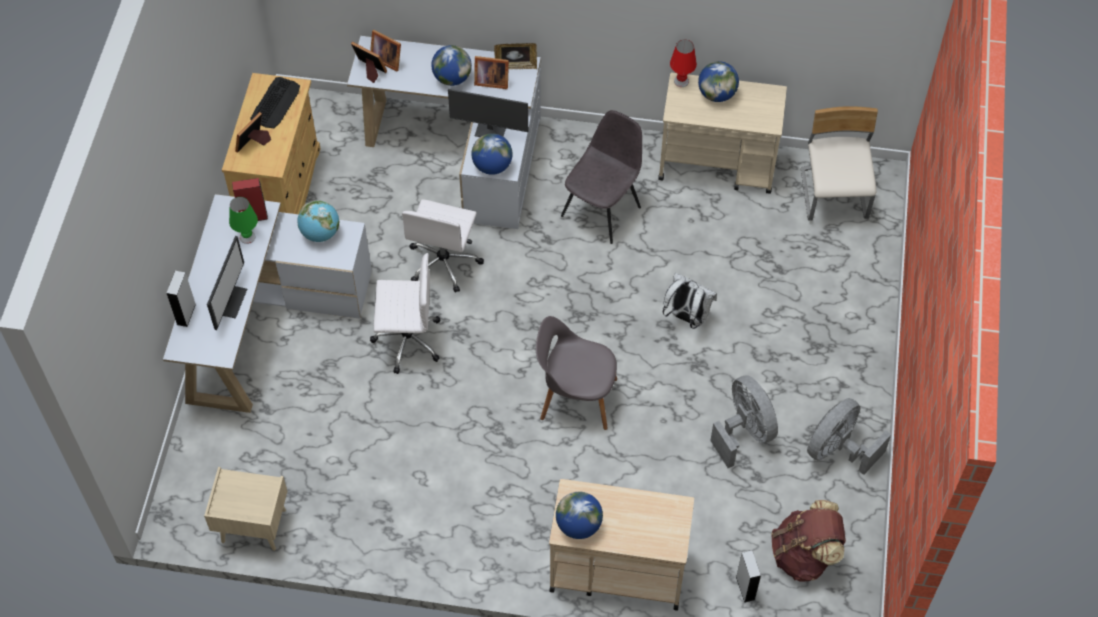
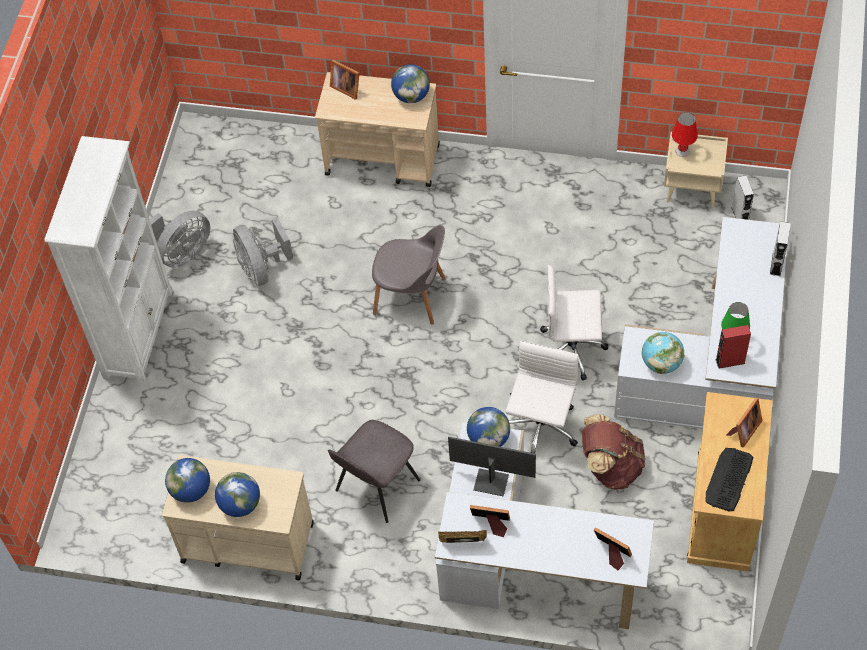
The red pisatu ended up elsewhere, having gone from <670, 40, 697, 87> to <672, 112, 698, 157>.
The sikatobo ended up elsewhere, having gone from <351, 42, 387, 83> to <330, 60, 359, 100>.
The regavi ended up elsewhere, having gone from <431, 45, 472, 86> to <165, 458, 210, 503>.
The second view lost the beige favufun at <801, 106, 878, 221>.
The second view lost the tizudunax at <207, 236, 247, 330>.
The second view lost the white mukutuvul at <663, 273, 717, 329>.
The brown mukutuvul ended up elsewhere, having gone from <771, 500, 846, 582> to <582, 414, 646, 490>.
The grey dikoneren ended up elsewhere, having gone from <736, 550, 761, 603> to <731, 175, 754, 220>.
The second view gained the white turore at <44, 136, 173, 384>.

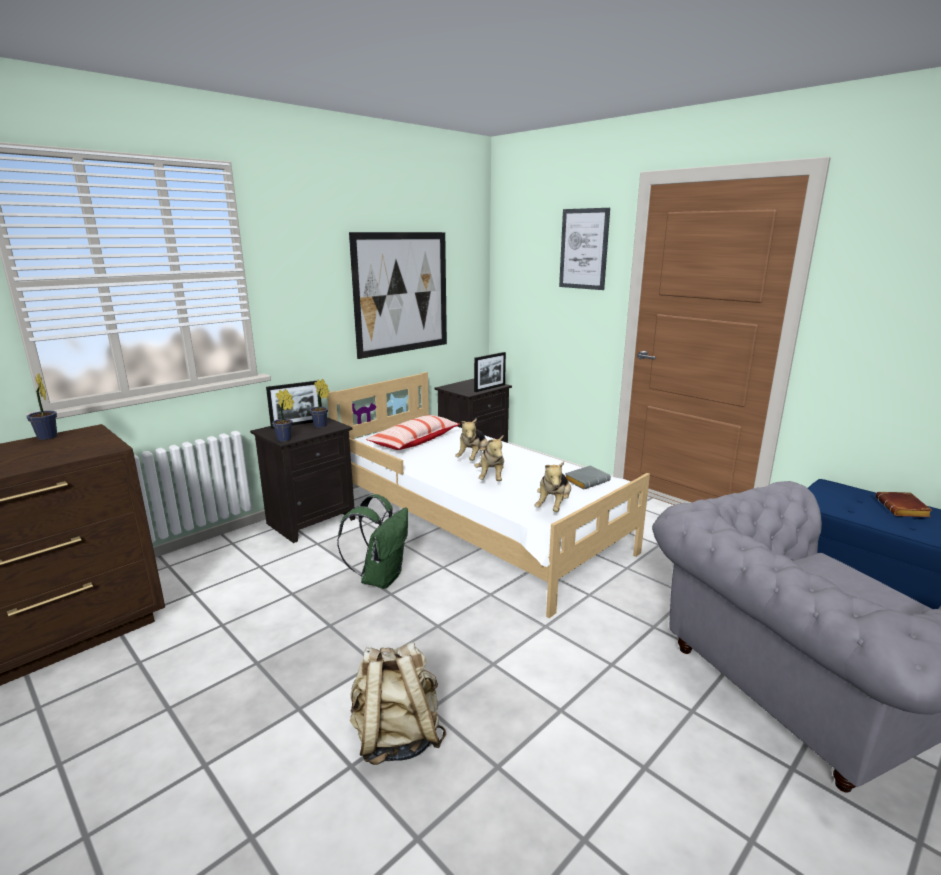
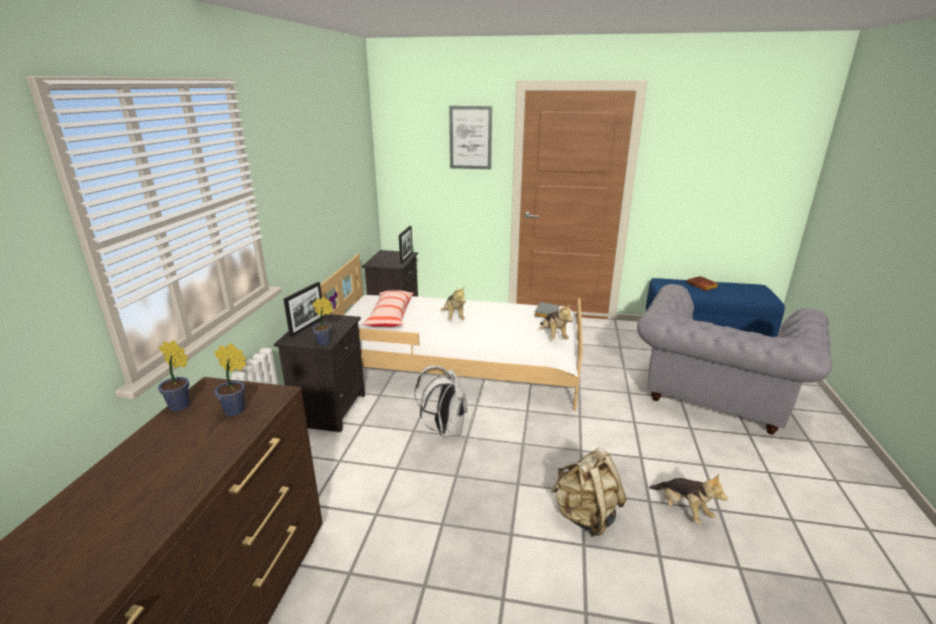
The second view lost the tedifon at <349, 232, 447, 359>.
The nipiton ended up elsewhere, having gone from <310, 379, 329, 428> to <214, 343, 247, 416>.
The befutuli ended up elsewhere, having gone from <474, 435, 504, 481> to <649, 474, 728, 524>.
What was the green mukutuvul at <337, 494, 408, 589> turned into the white mukutuvul at <414, 365, 468, 438>.

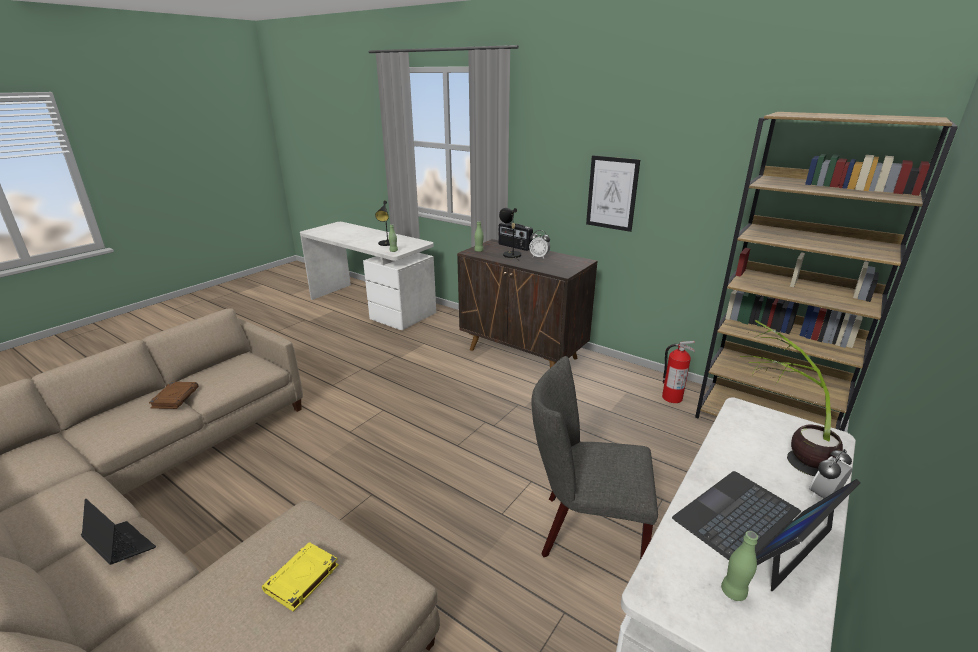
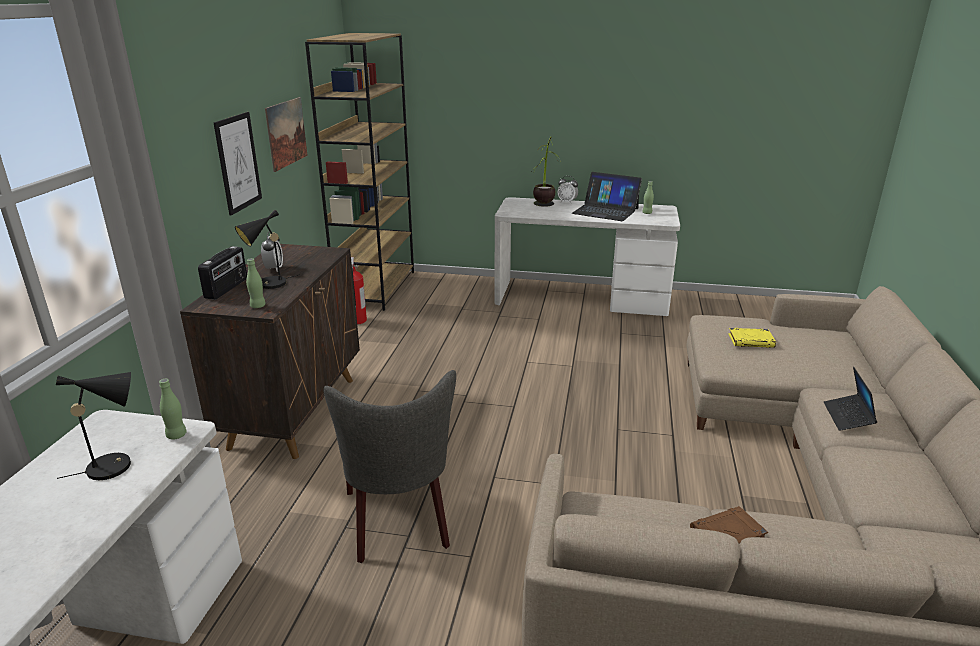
The grey favufun ended up elsewhere, having gone from <531, 356, 658, 560> to <324, 370, 456, 563>.
The second view gained the tedifon at <265, 97, 308, 172>.

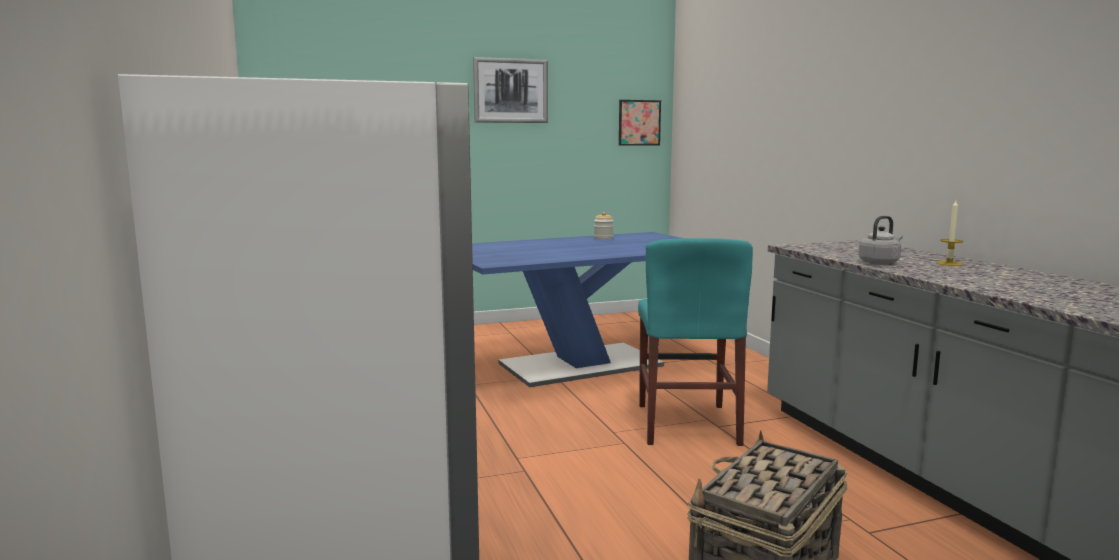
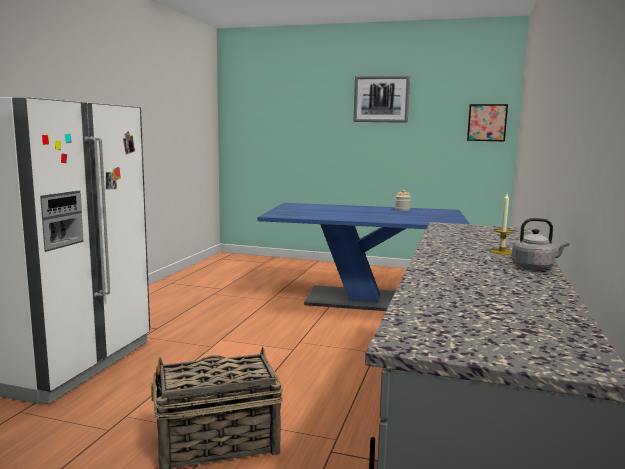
The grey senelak ended up elsewhere, having gone from <858, 216, 903, 265> to <511, 218, 569, 270>.
The second view lost the turquoise favufun at <638, 238, 753, 446>.

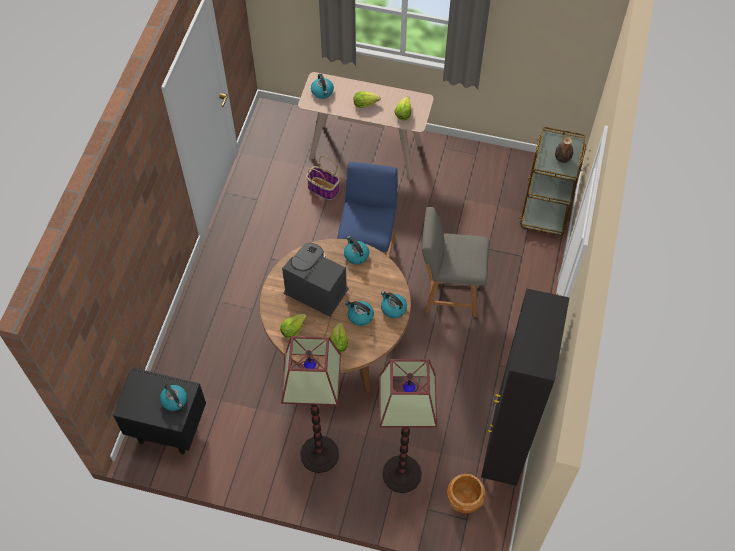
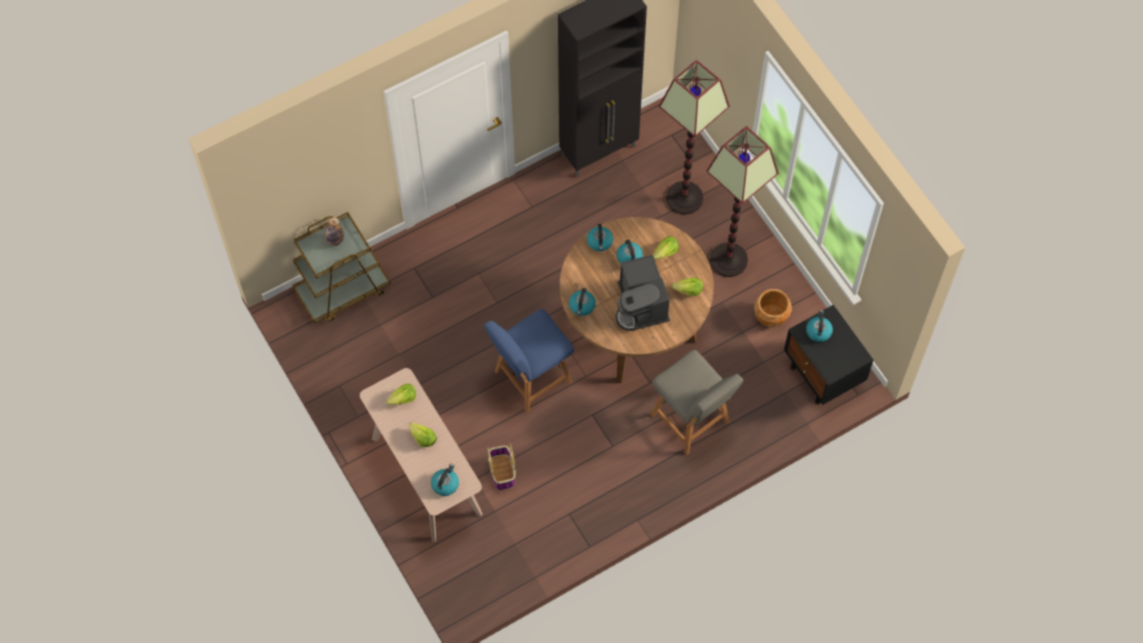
The grey favufun ended up elsewhere, having gone from <422, 207, 490, 317> to <650, 350, 743, 455>.
The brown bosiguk ended up elsewhere, having gone from <447, 474, 485, 513> to <754, 289, 792, 327>.

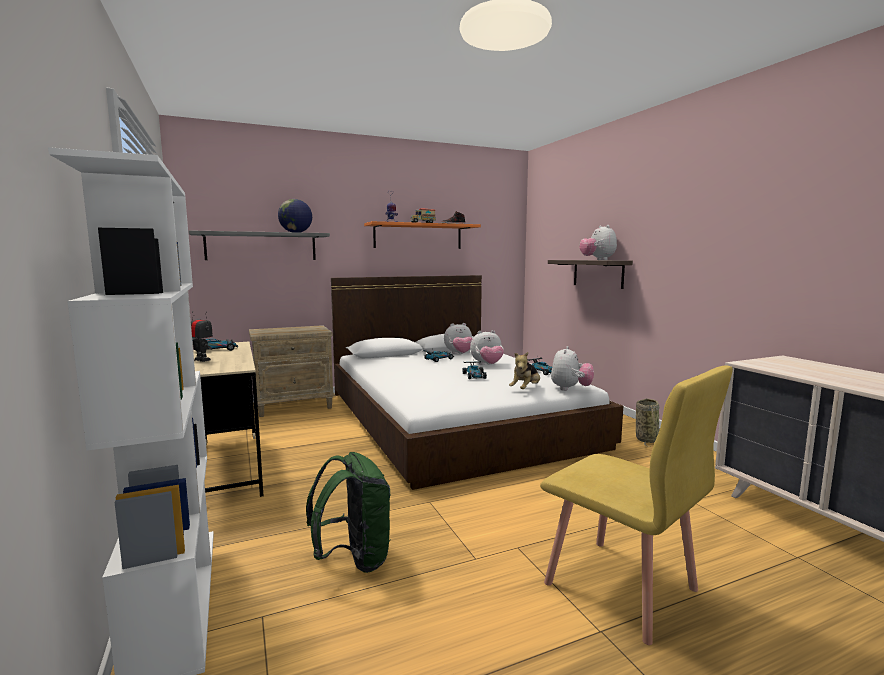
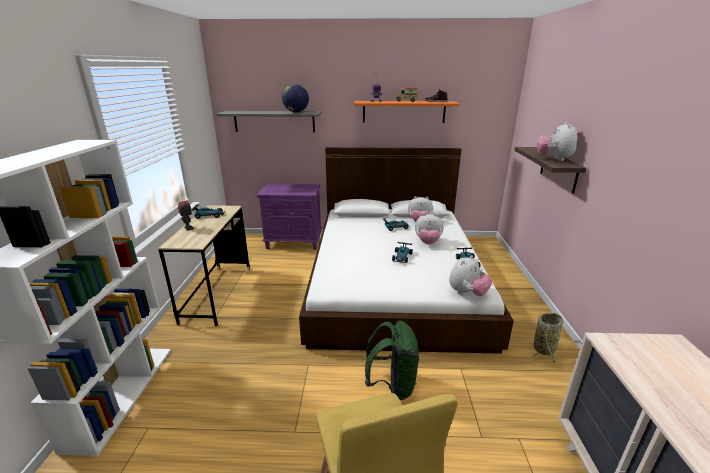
What was the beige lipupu at <249, 325, 336, 417> turned into the purple lipupu at <257, 184, 322, 250>.
The second view lost the befutuli at <509, 352, 540, 389>.
The green mukutuvul ended up elsewhere, having gone from <306, 452, 391, 573> to <365, 321, 419, 400>.

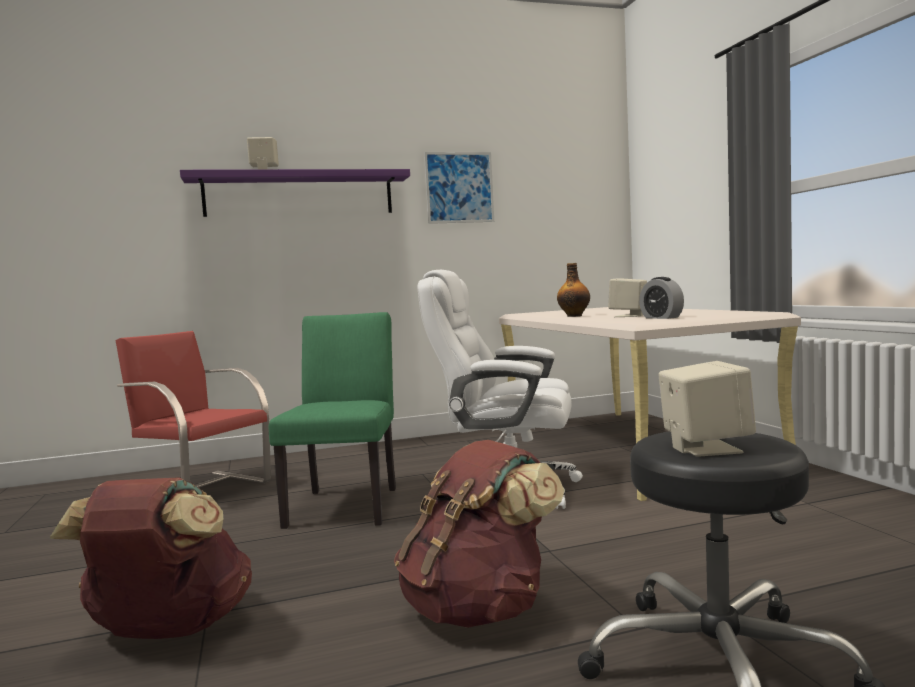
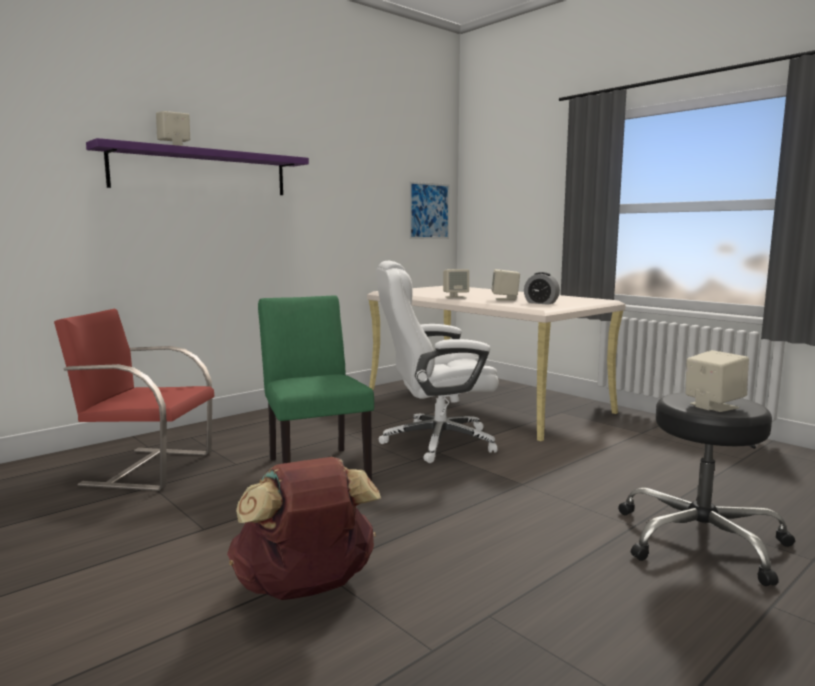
The tedifon ended up elsewhere, having gone from <424, 152, 494, 224> to <409, 182, 450, 239>.
Where the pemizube stood at <557, 263, 590, 317>, the beige dikoneren came to stand at <443, 269, 469, 299>.
The second view lost the brown mukutuvul at <394, 440, 565, 628>.

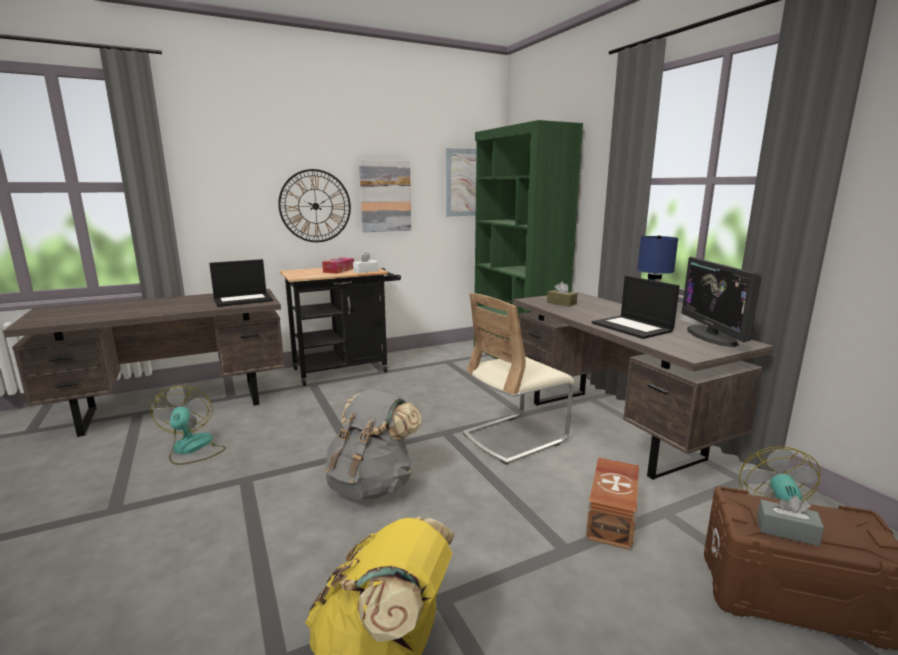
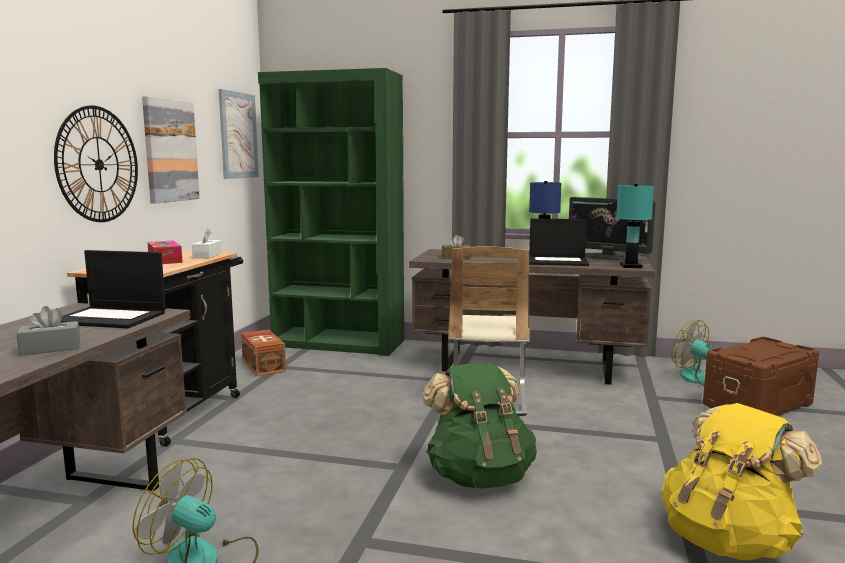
The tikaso at <209, 259, 273, 307> ended up facing another way, 90 degrees clockwise from before.
What was the grey mukutuvul at <324, 389, 421, 500> turned into the green mukutuvul at <422, 362, 537, 489>.
The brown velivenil ended up elsewhere, having gone from <586, 458, 639, 550> to <241, 330, 286, 376>.
The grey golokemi ended up elsewhere, having gone from <757, 495, 824, 546> to <17, 306, 80, 356>.
The second view gained the turquoise pisatu at <616, 184, 654, 268>.

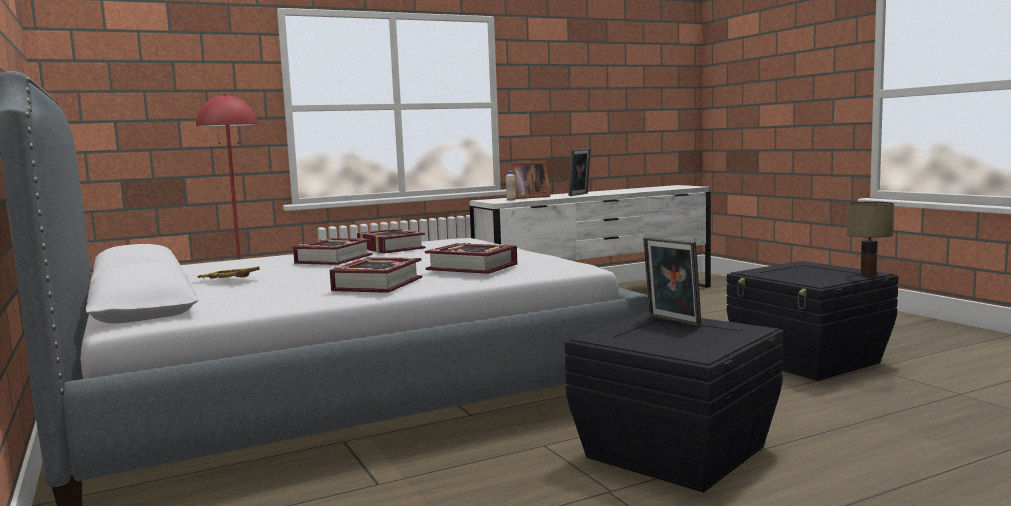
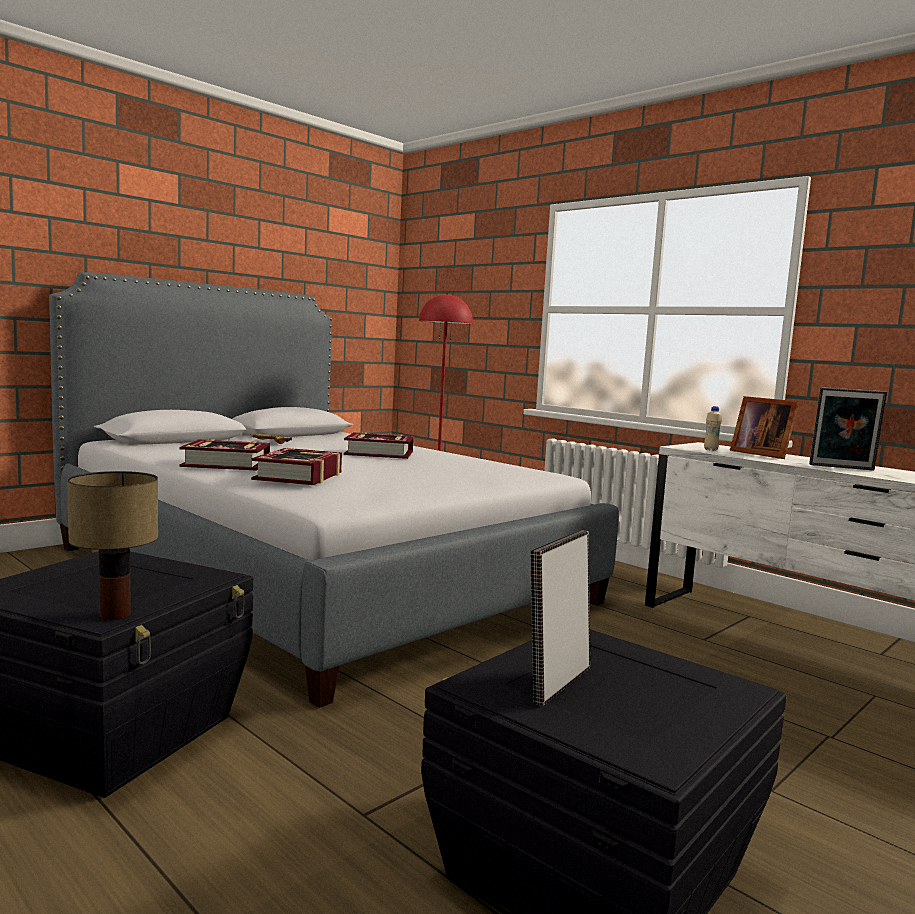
The pisatu ended up elsewhere, having gone from <847, 202, 894, 277> to <67, 471, 158, 620>.
The second view lost the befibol at <357, 228, 426, 253>.
The sikatobo ended up elsewhere, having gone from <643, 237, 702, 326> to <530, 530, 590, 706>.

